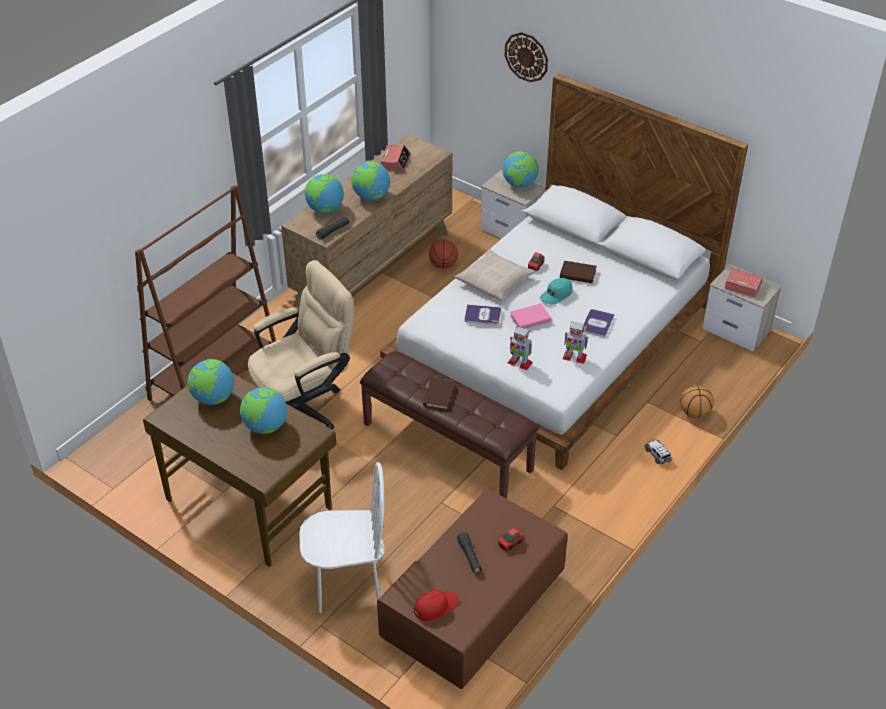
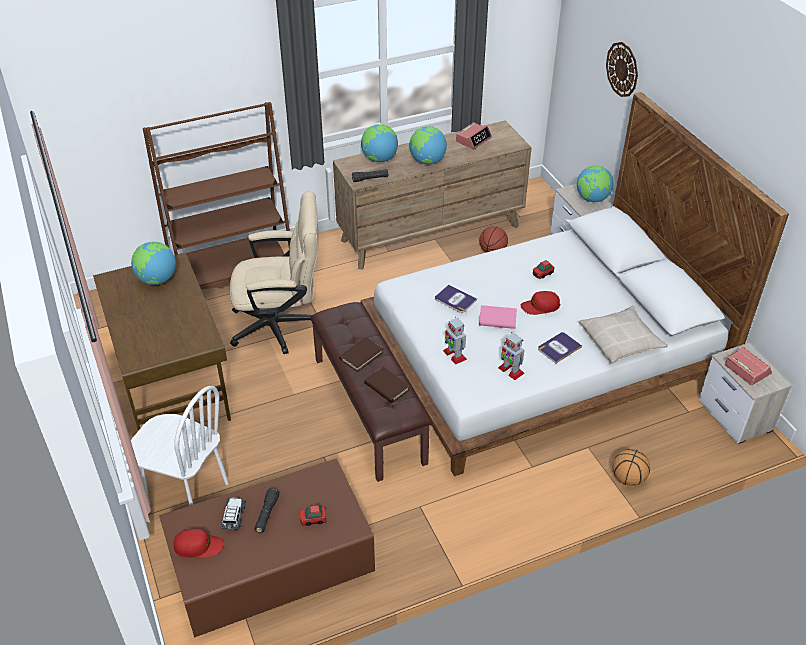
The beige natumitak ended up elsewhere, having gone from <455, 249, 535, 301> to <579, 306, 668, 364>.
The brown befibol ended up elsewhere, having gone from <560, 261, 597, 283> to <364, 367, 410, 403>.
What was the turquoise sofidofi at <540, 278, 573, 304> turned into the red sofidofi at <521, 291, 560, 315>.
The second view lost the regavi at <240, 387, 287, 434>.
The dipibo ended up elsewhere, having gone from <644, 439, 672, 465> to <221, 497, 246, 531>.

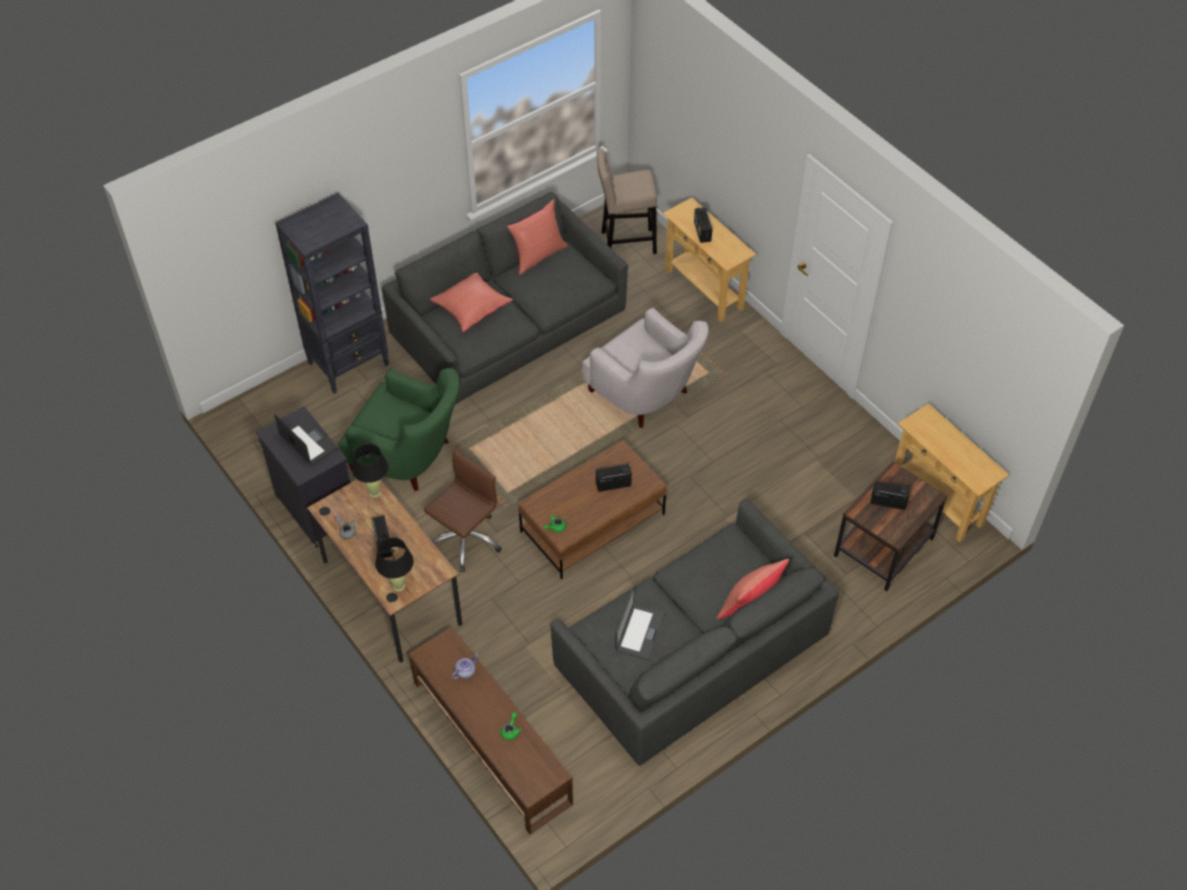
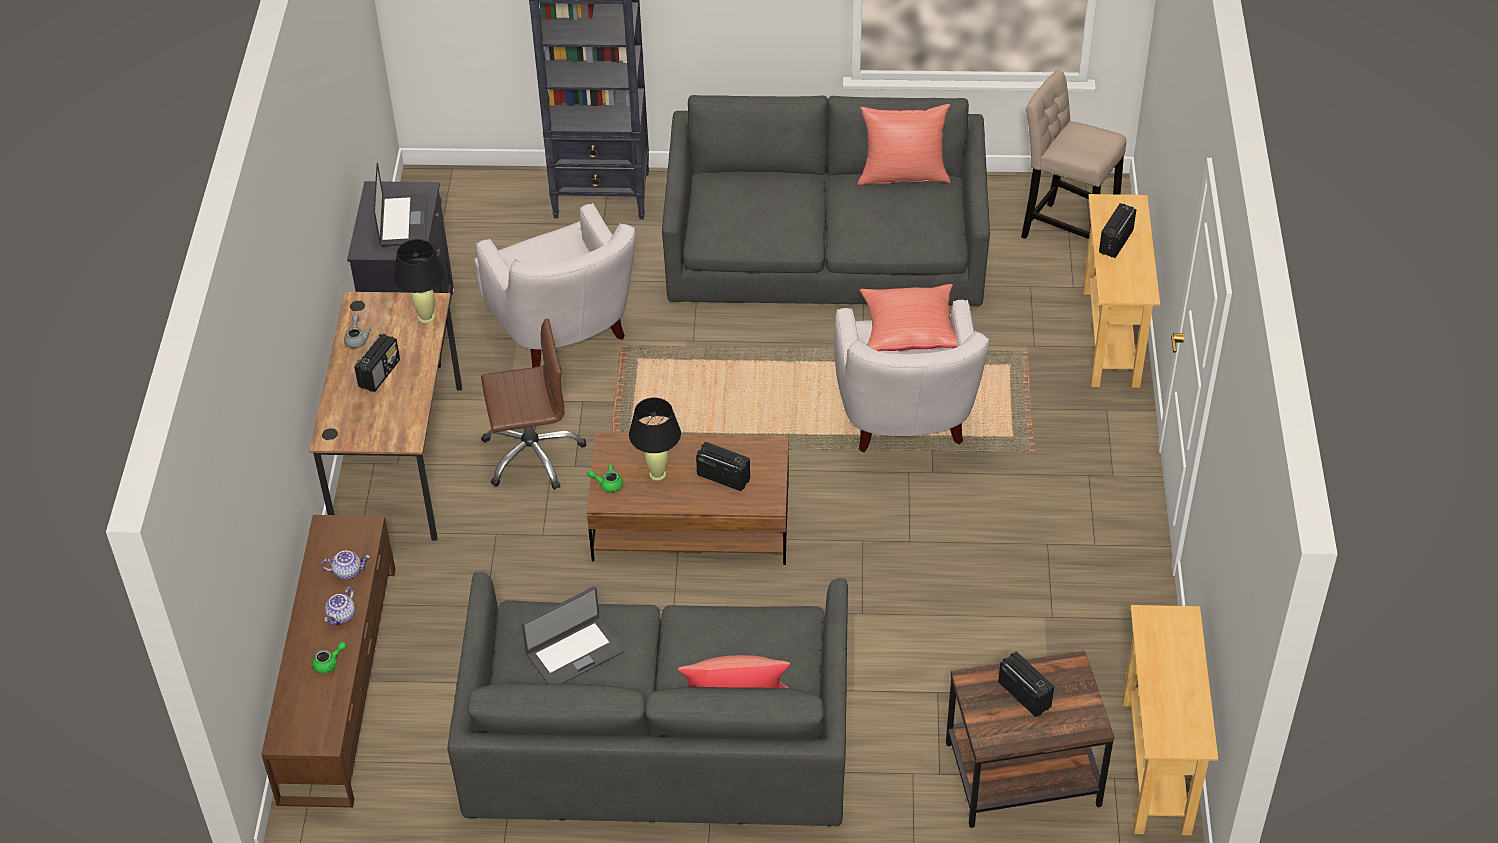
The red natumitak ended up elsewhere, having gone from <430, 273, 513, 332> to <860, 284, 958, 351>.
What was the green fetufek at <338, 368, 460, 491> turned into the white fetufek at <474, 203, 636, 368>.
The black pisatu ended up elsewhere, having gone from <375, 537, 414, 592> to <629, 398, 681, 481>.
The second view gained the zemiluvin at <324, 587, 355, 626>.

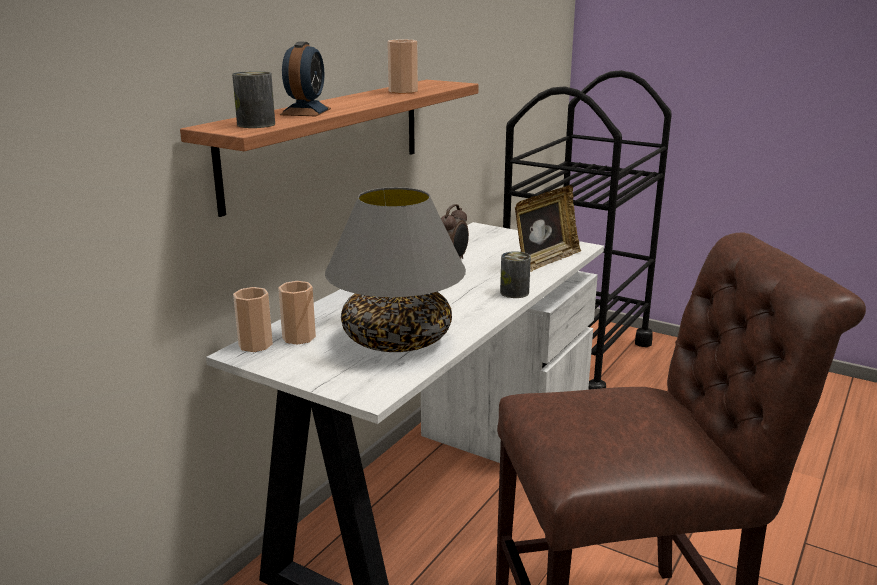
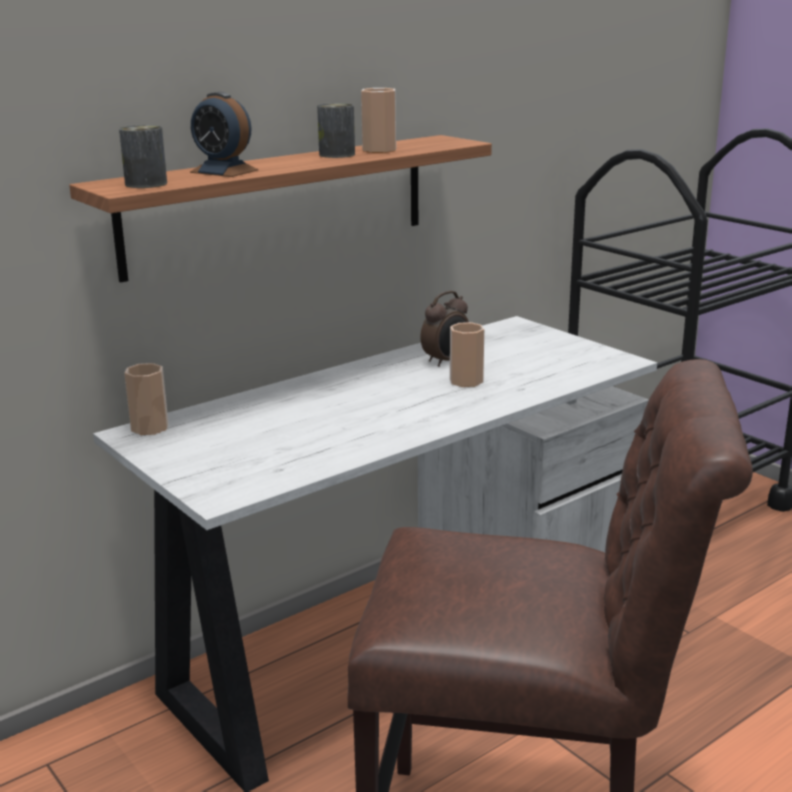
The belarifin at <280, 42, 331, 116> ended up facing another way, 90 degrees clockwise from before.
The second view lost the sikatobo at <515, 185, 581, 272>.
The second view lost the grey pisatu at <325, 187, 466, 352>.
The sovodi ended up elsewhere, having gone from <500, 251, 531, 298> to <317, 103, 355, 158>.
The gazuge ended up elsewhere, having gone from <278, 281, 316, 345> to <450, 322, 484, 387>.

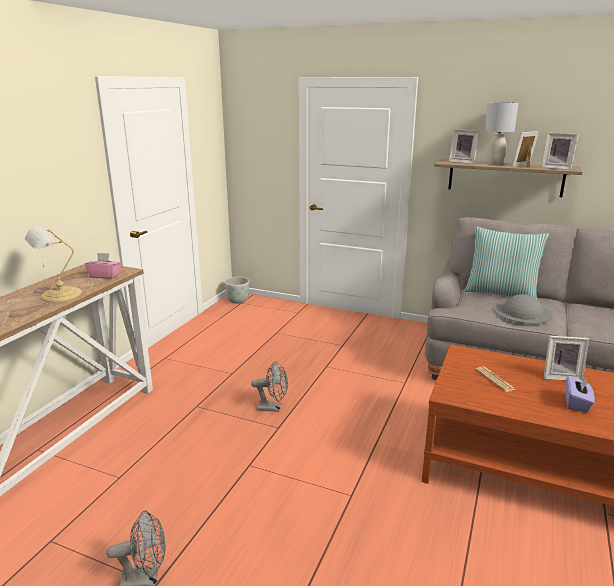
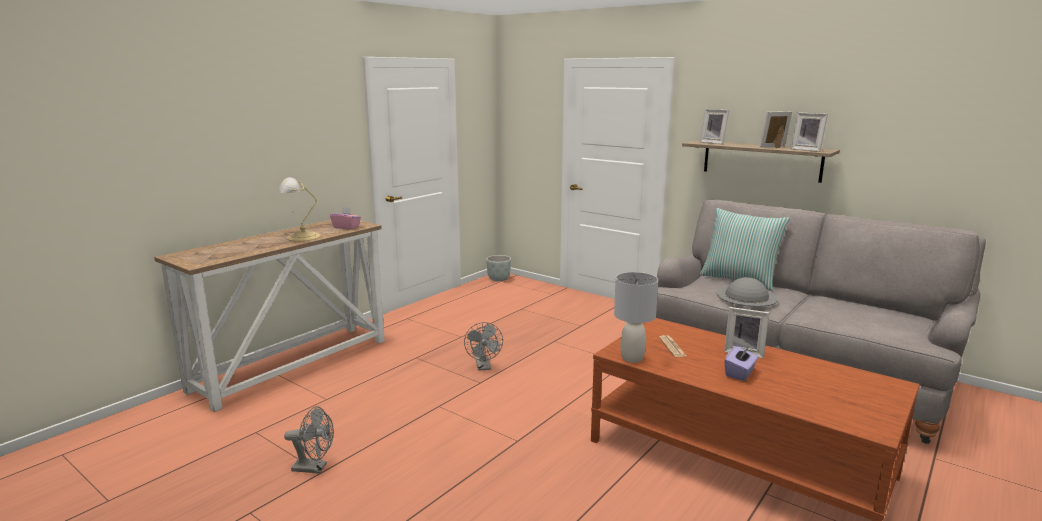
The grey pisatu ended up elsewhere, having gone from <485, 102, 519, 165> to <614, 272, 658, 363>.
The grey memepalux at <251, 361, 288, 412> ended up facing another way, 60 degrees clockwise from before.

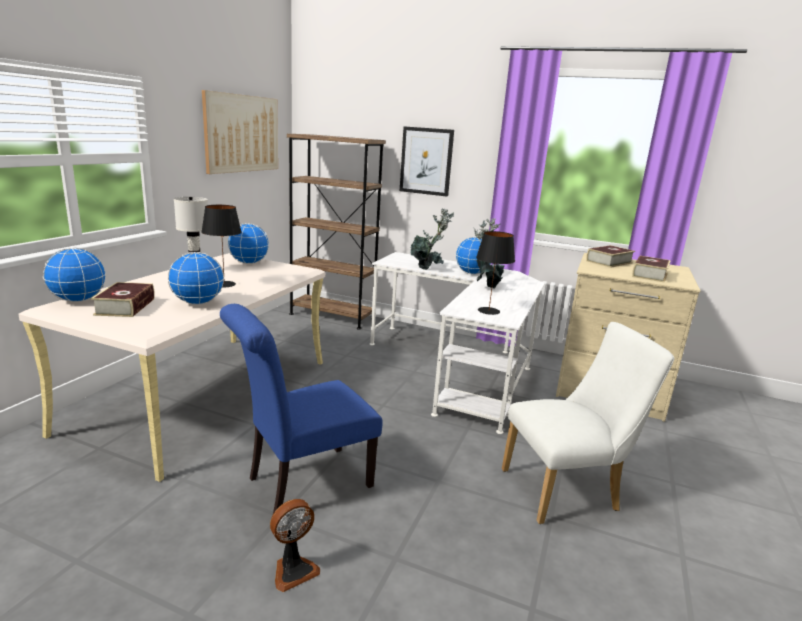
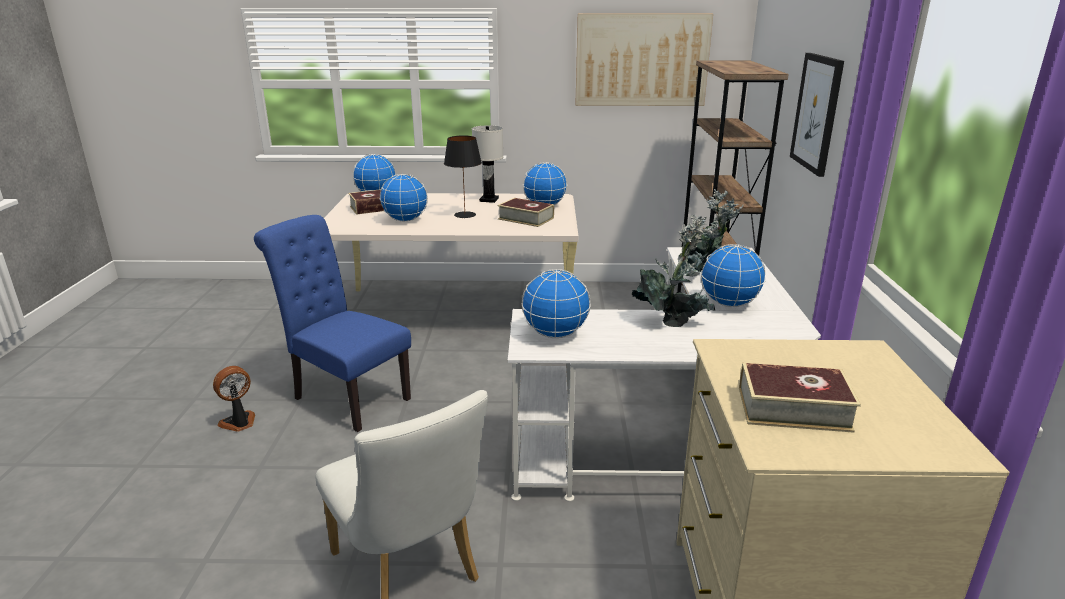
Where the black pisatu stood at <476, 231, 515, 315>, the regavi came to stand at <522, 269, 591, 338>.
The befibol ended up elsewhere, having gone from <586, 245, 635, 268> to <498, 198, 554, 227>.
The memepalux at <270, 499, 320, 592> ended up facing another way, 105 degrees clockwise from before.

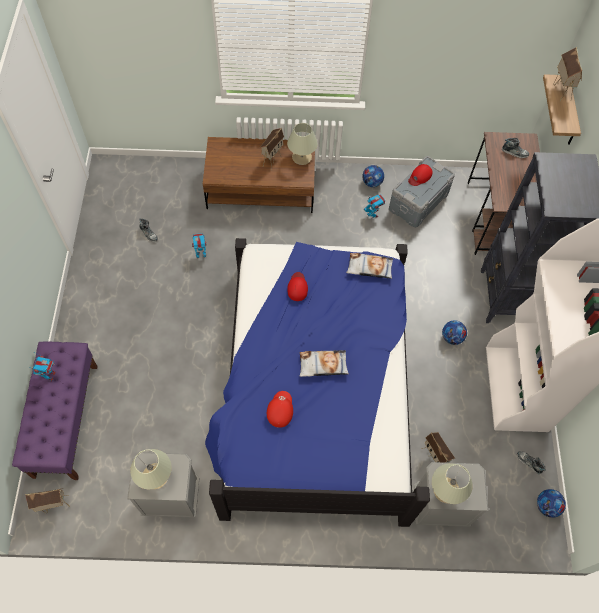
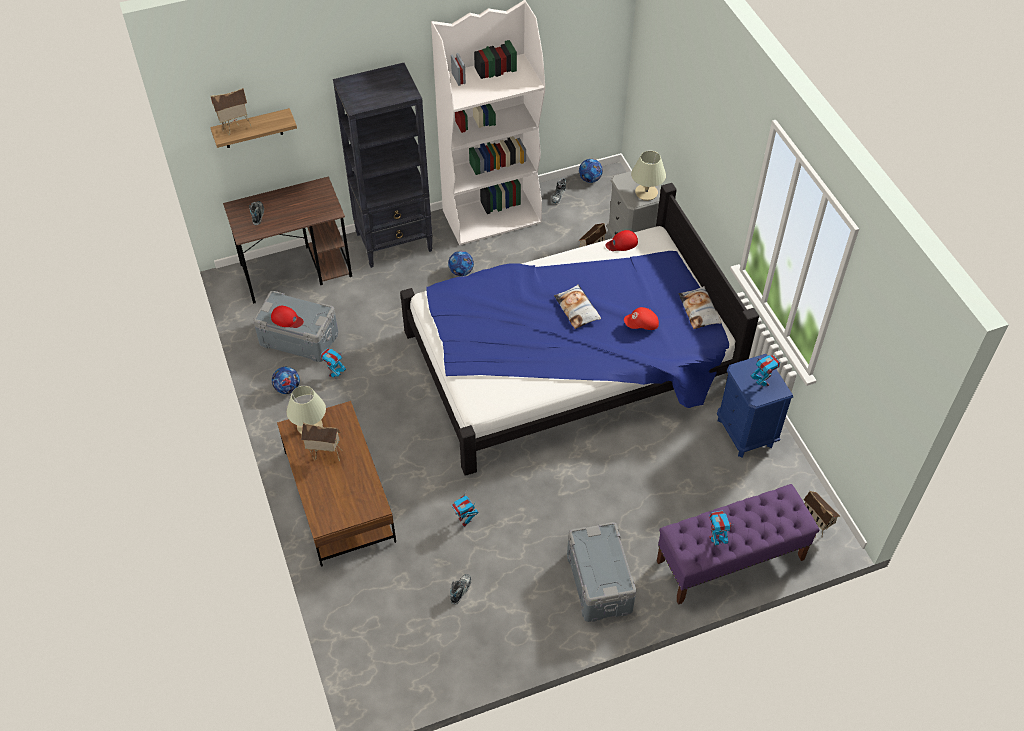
The natumitak ended up elsewhere, having gone from <346, 253, 393, 279> to <678, 286, 721, 329>.
The red sofidofi ended up elsewhere, having gone from <287, 272, 308, 301> to <605, 230, 638, 251>.
Where the beige pisatu stood at <130, 449, 172, 489>, the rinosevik came to stand at <751, 355, 780, 388>.
What was the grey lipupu at <127, 452, 199, 518> turned into the blue lipupu at <717, 354, 793, 458>.
The second view gained the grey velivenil at <567, 522, 636, 622>.

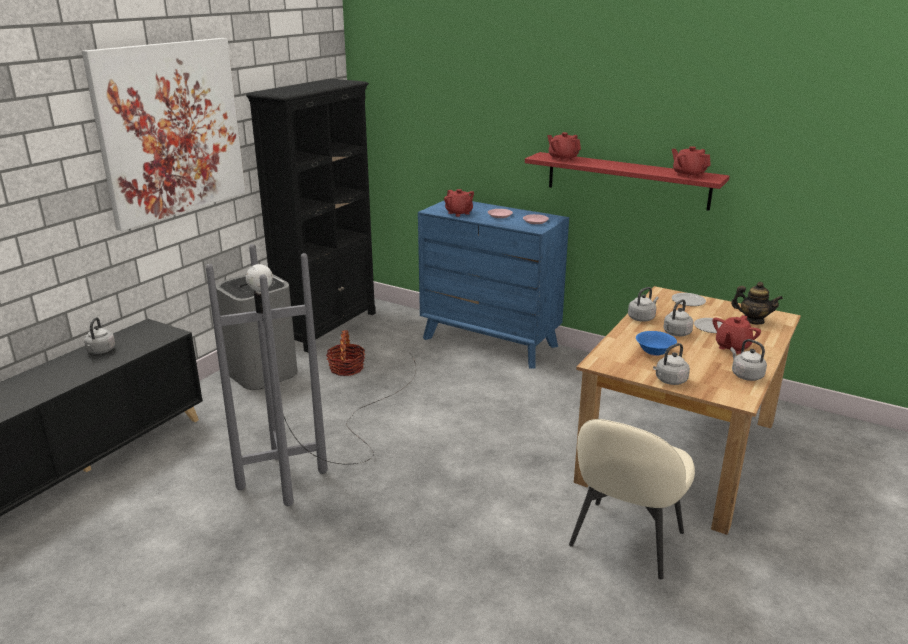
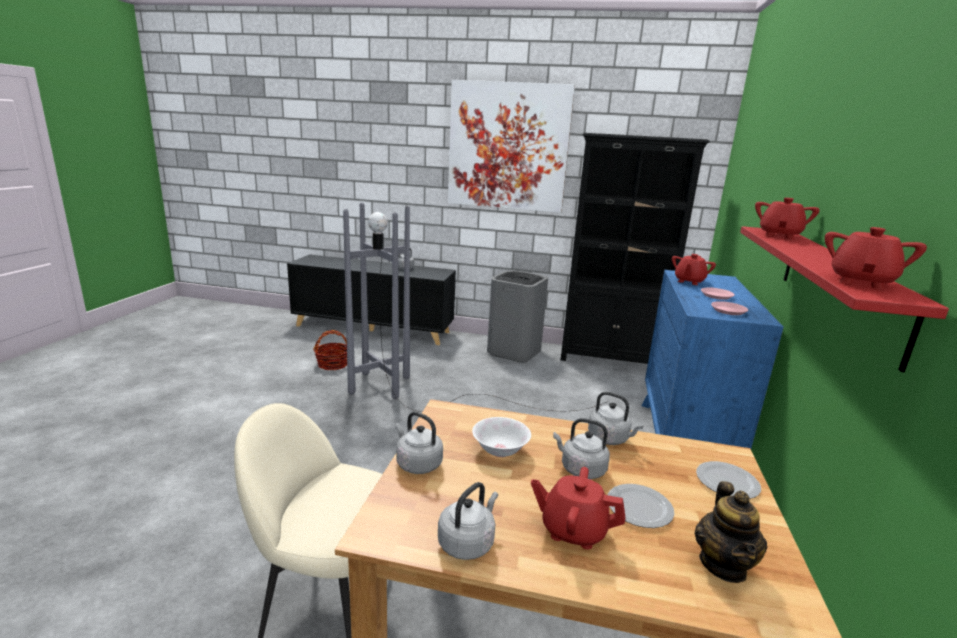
The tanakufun ended up elsewhere, having gone from <326, 330, 365, 376> to <313, 330, 347, 370>.
What was the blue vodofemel at <636, 331, 677, 356> turned into the white vodofemel at <472, 417, 531, 457>.

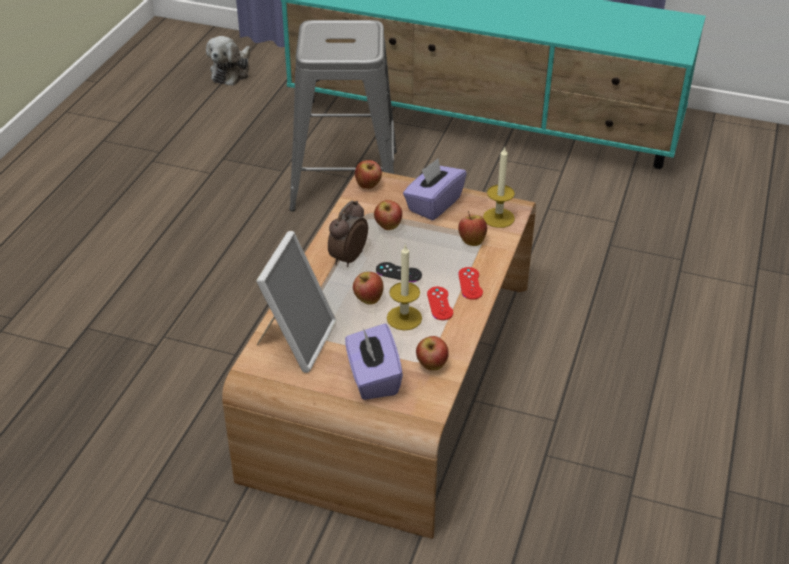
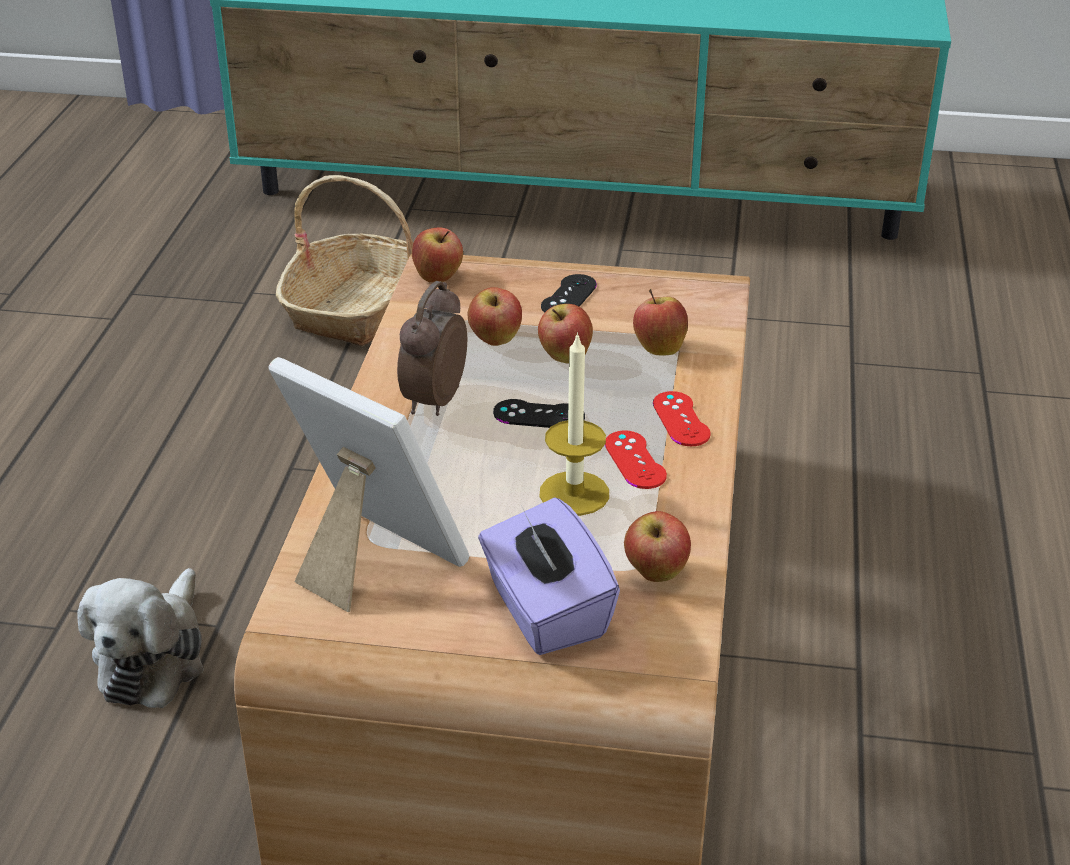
Where the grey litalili stood at <289, 20, 397, 211>, the tanakufun came to stand at <276, 175, 413, 346>.
The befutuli ended up elsewhere, having gone from <206, 36, 250, 86> to <77, 568, 203, 708>.
The second view lost the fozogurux at <483, 147, 515, 228>.
Where the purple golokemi stood at <403, 158, 467, 220>, the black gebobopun came to stand at <541, 274, 597, 313>.
The sikatobo at <256, 231, 336, 373> ended up facing another way, 60 degrees counterclockwise from before.
The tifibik ended up elsewhere, having gone from <353, 272, 384, 305> to <538, 304, 593, 364>.

